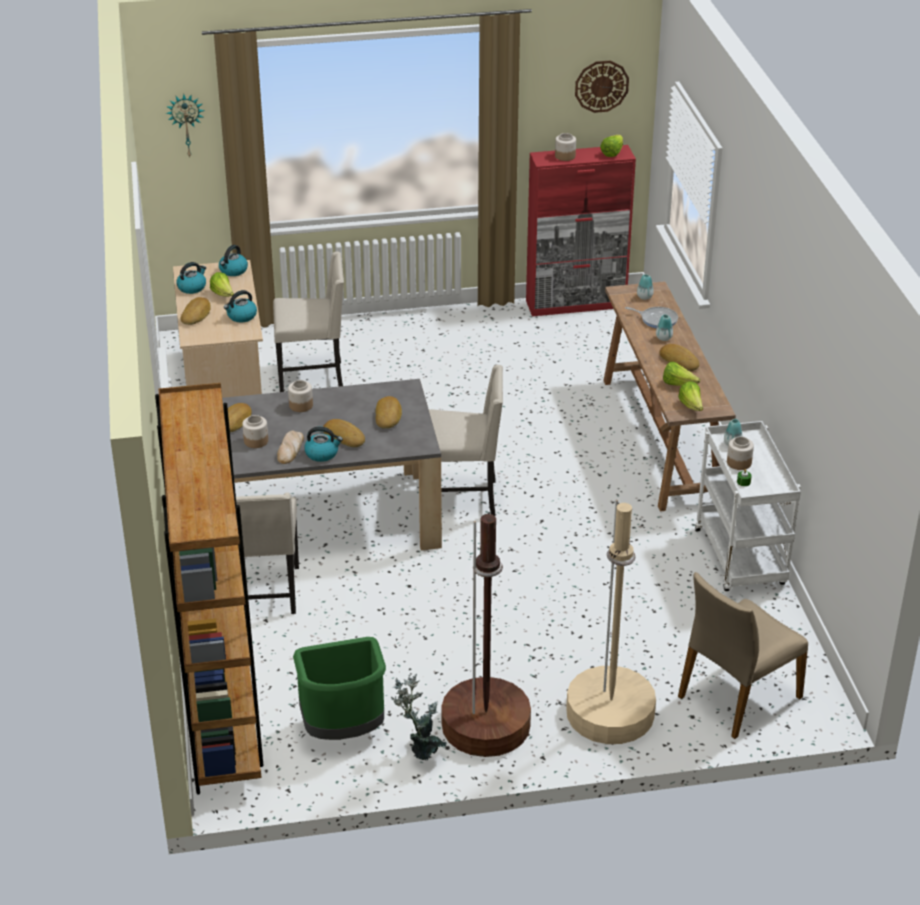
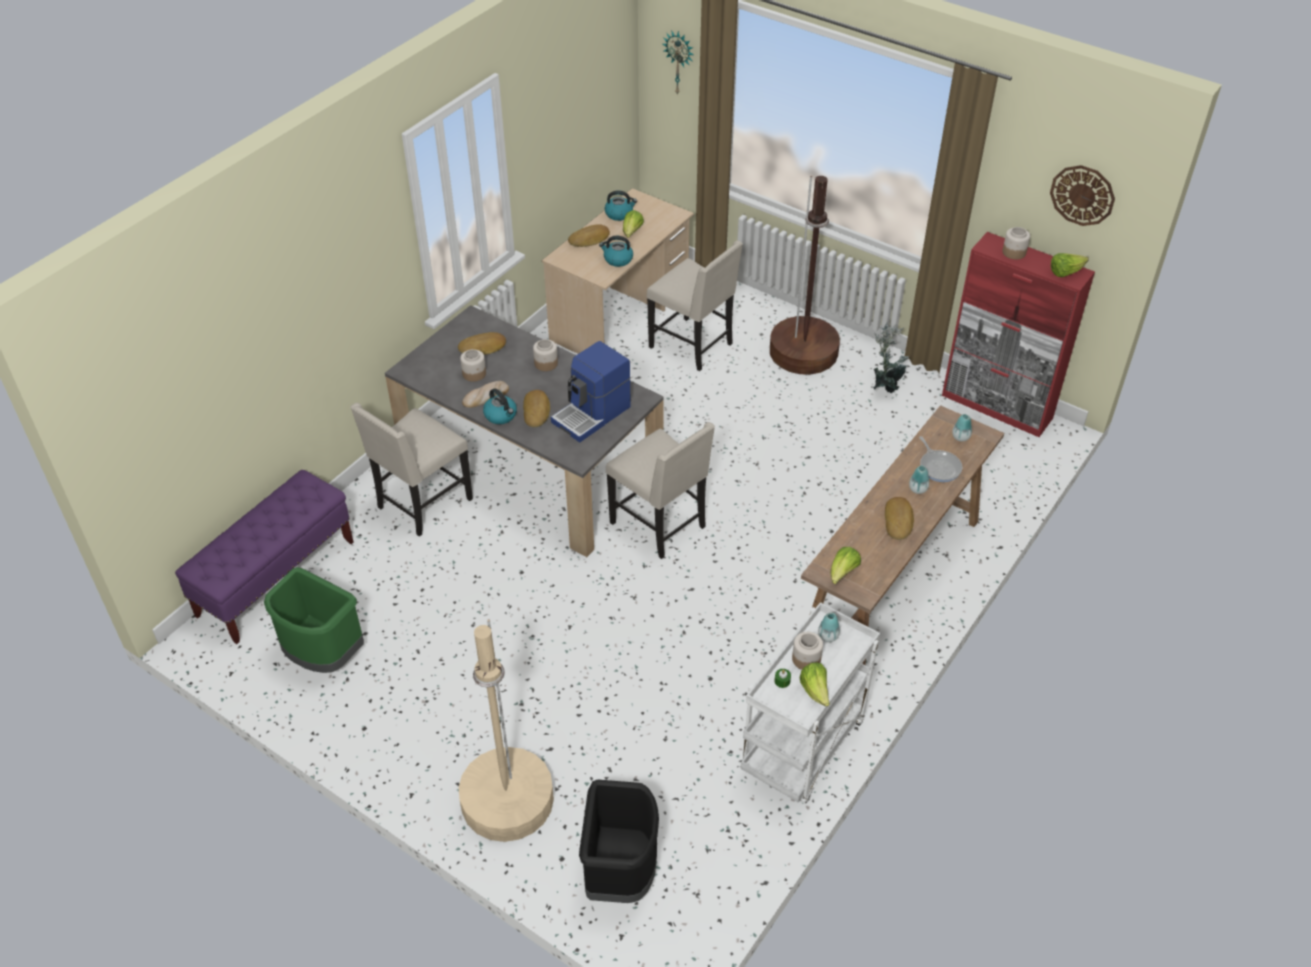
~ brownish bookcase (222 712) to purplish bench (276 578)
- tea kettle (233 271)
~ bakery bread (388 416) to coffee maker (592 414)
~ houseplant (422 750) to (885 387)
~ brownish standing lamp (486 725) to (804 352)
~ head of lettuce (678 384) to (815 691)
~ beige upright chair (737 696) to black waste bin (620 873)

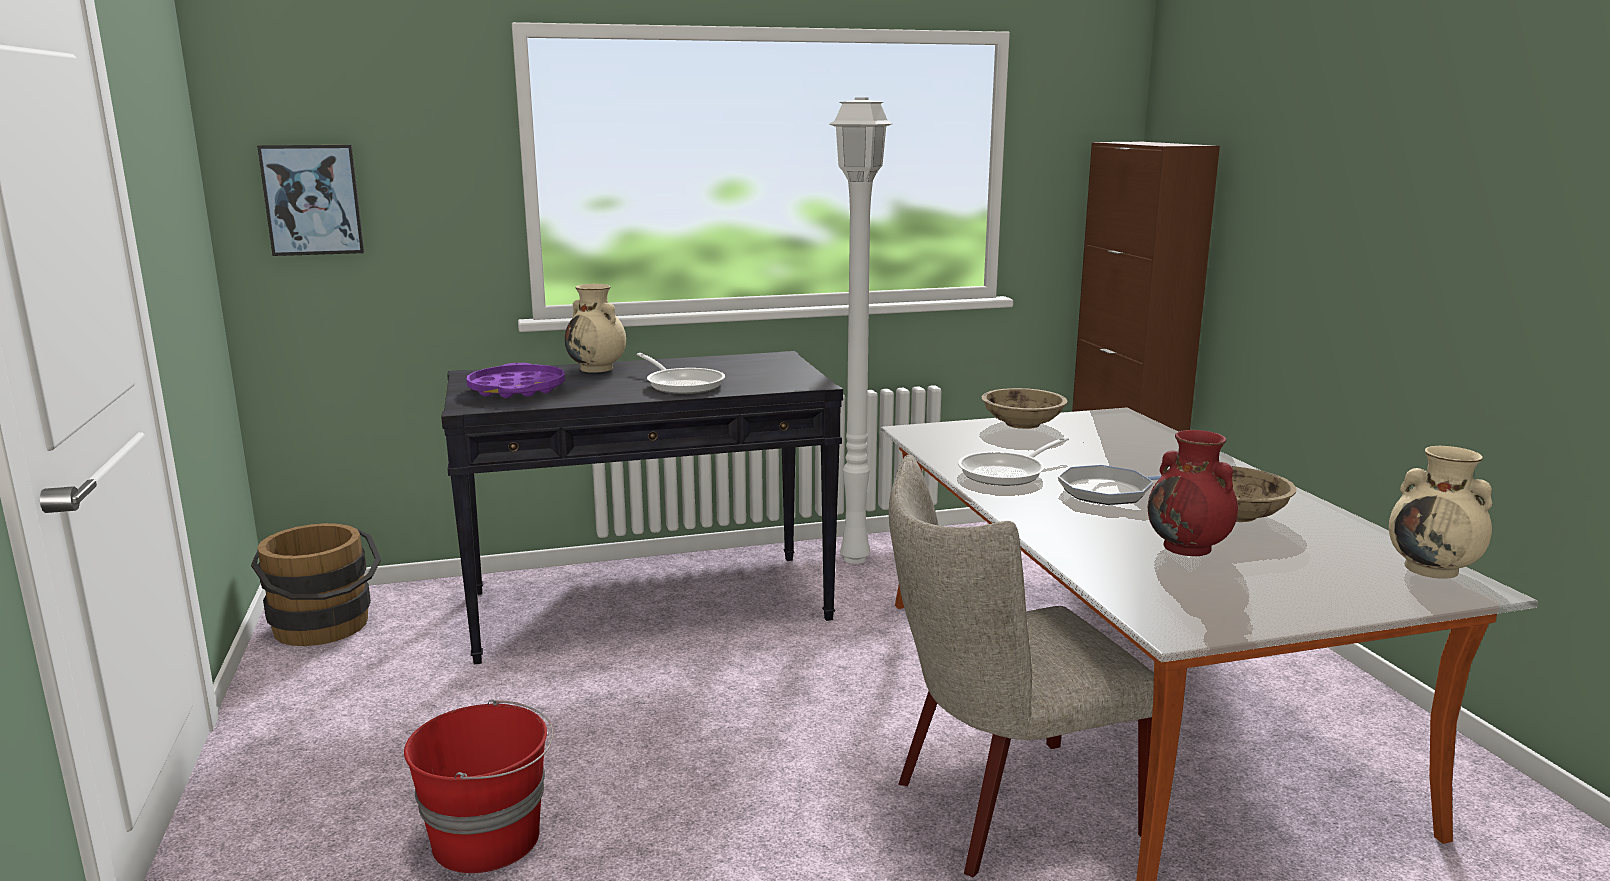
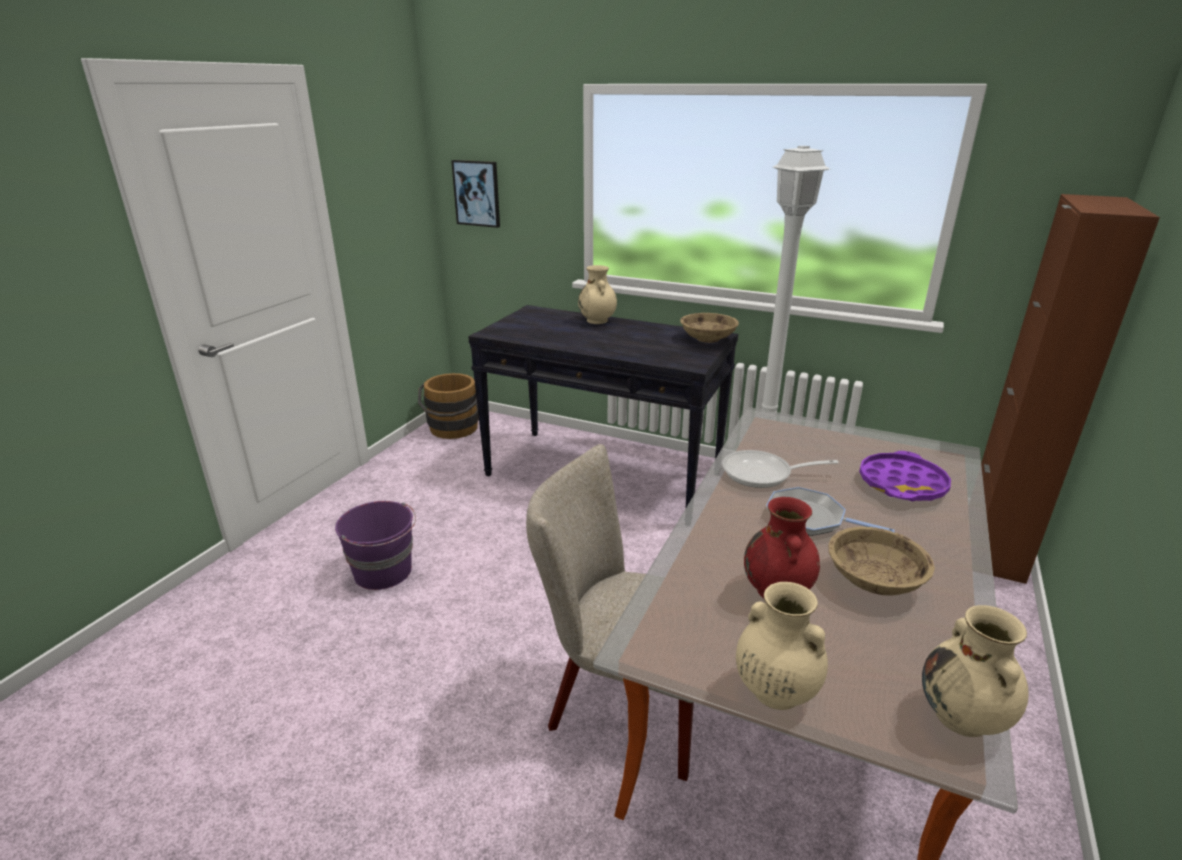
~ red pail (489 838) to purplish pail (384 572)
~ purplish tray (517 389) to (902 484)
- skillet (682 384)
~ beige deep dish (1022 424) to (707 338)
+ beige flower vase (774 690)

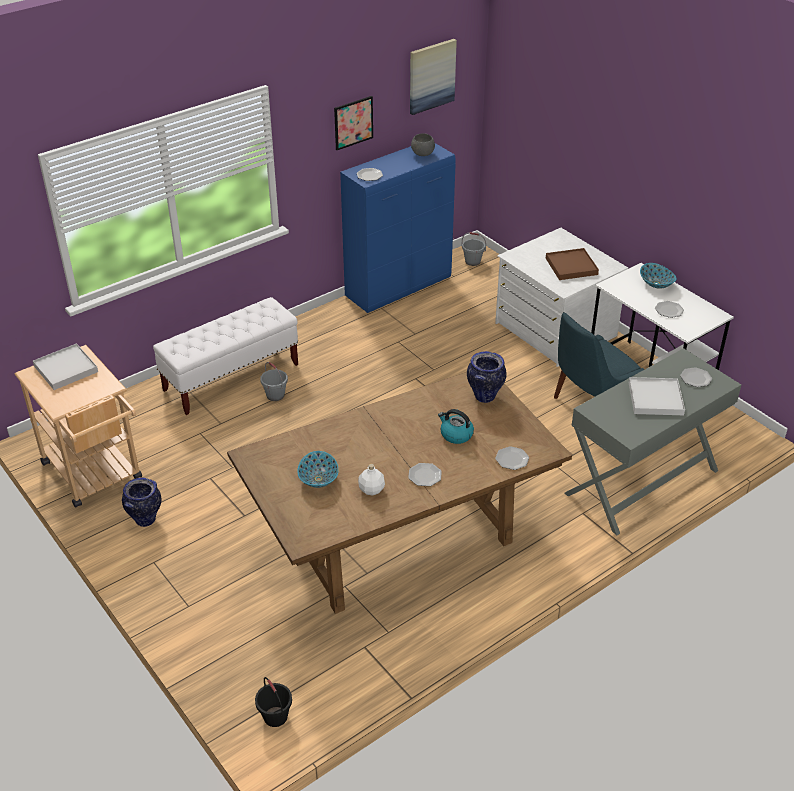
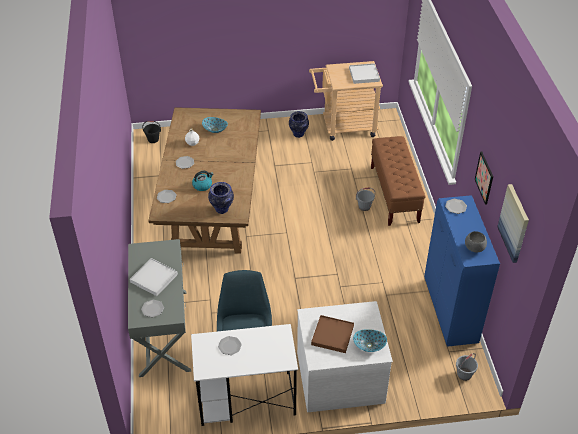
~ white bench (231 377) to brownish bench (394 195)
~ deep dish (656 284) to (369 345)

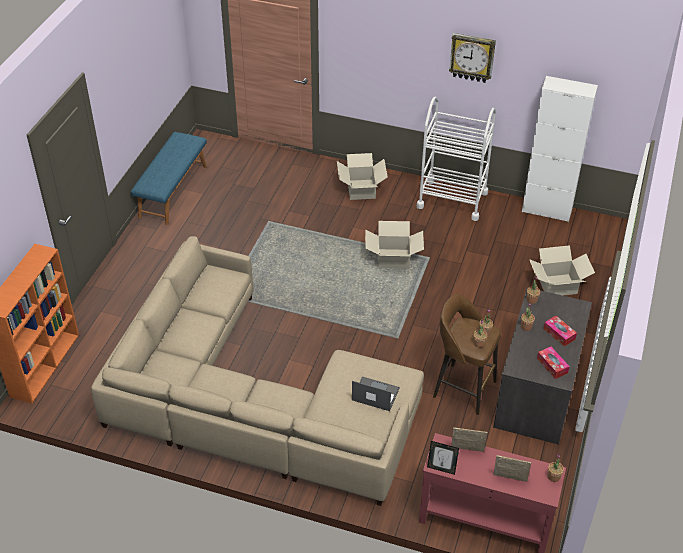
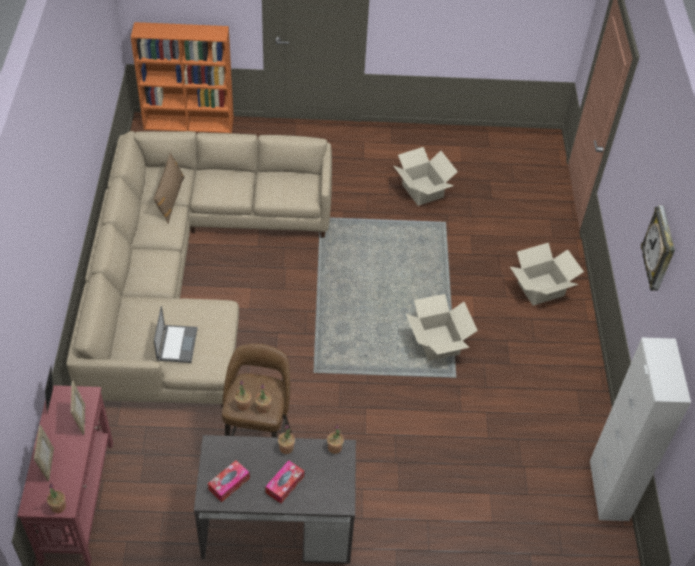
- bluish bench (172 191)
- white wheeled cart (452 200)
~ packing box (558 286) to (422 191)
+ brownish pillow (170 199)

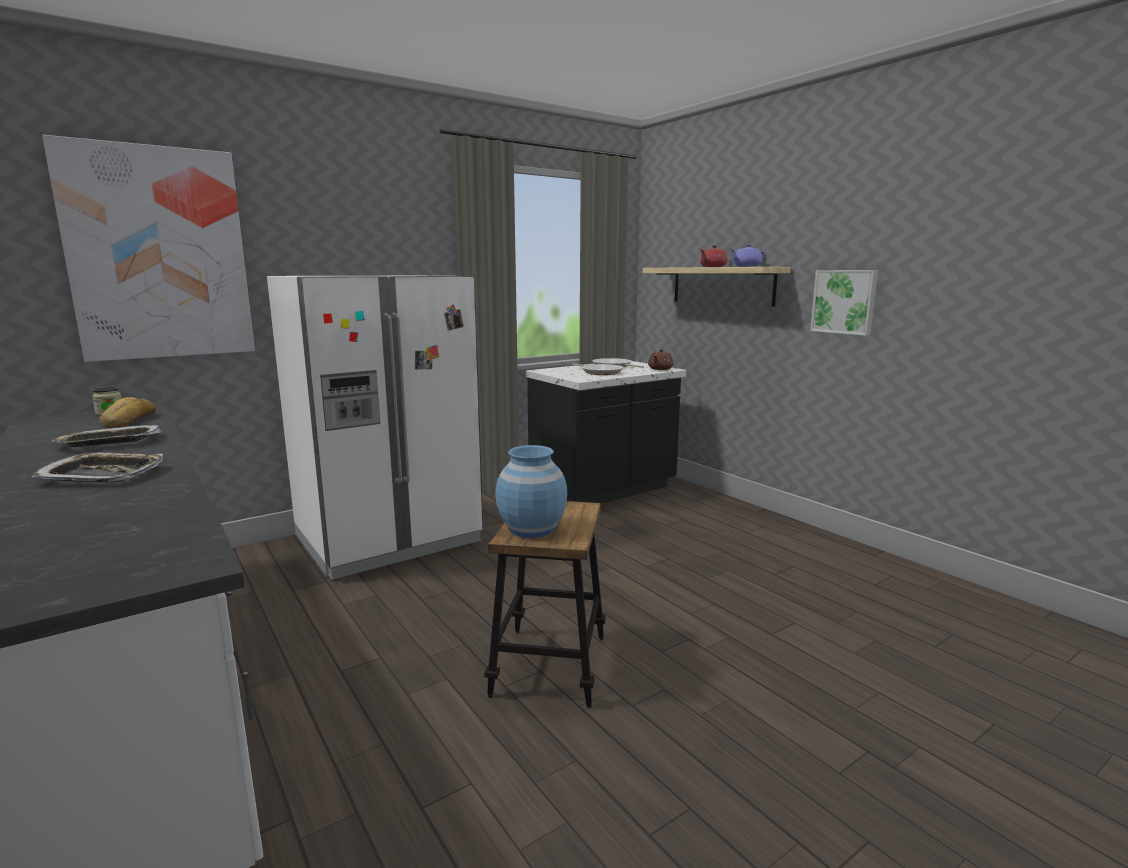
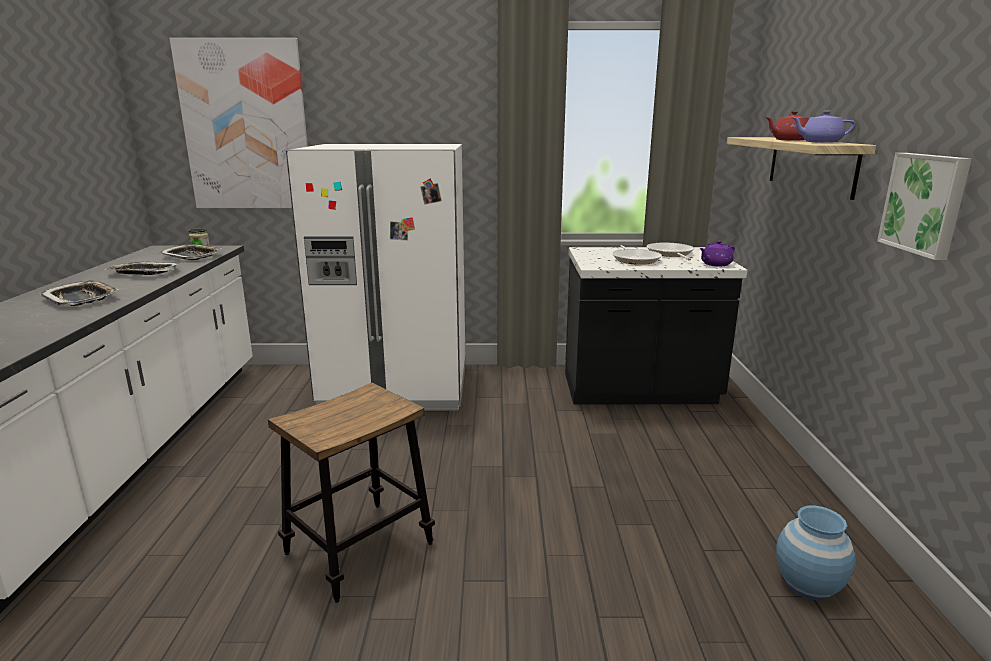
~ bakery bread (127 421) to tray (192 256)
~ bluish flower vase (531 528) to (807 584)
~ brownish pot for tea (660 369) to purplish pot for tea (715 264)

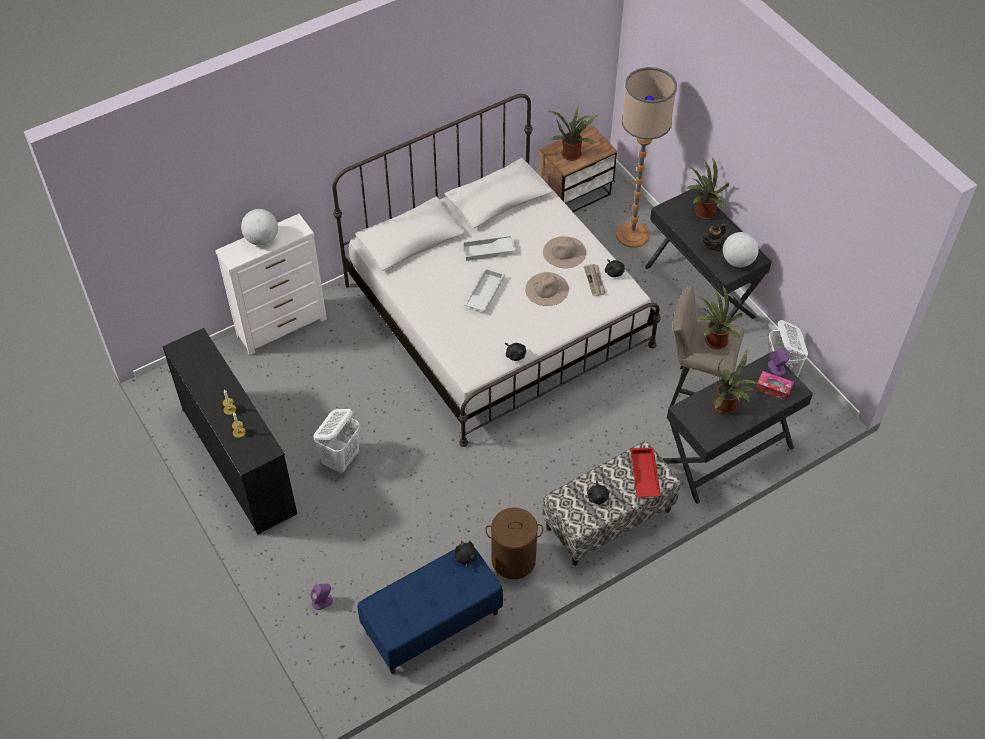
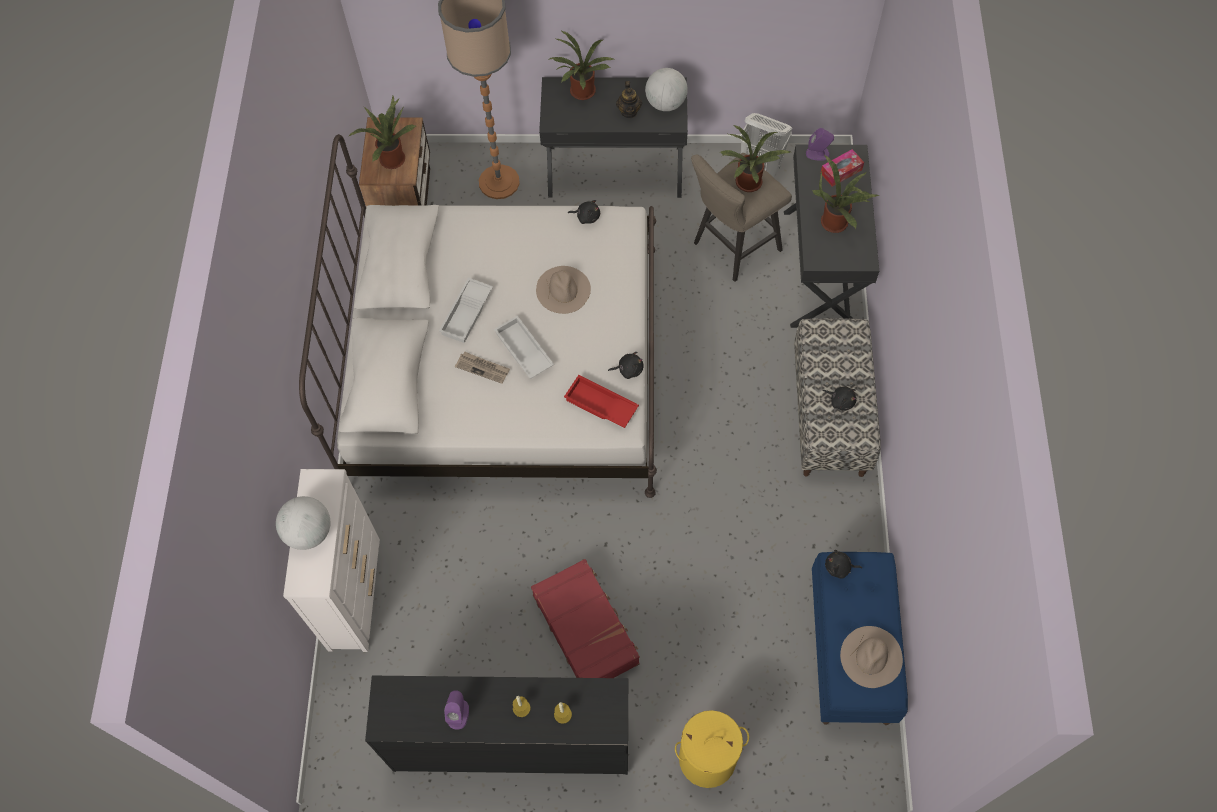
~ purplish speaker (322 601) to (458 713)
~ white washing basket (341 459) to red travel case (586 629)
- brownish washing basket (513 560)
~ beige clothing hat (564 252) to (871 657)
~ newspaper (595 281) to (483 368)
~ red tray (643 475) to (600 405)
+ yellow-coloured washing basket (706 759)

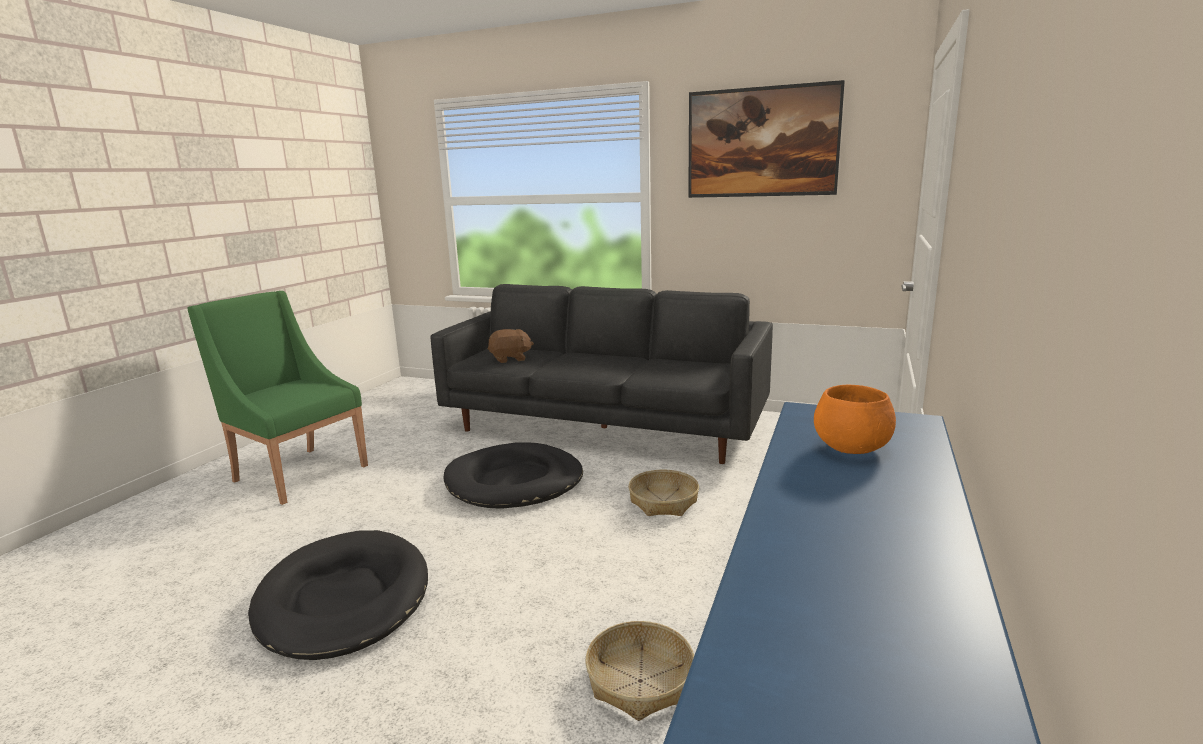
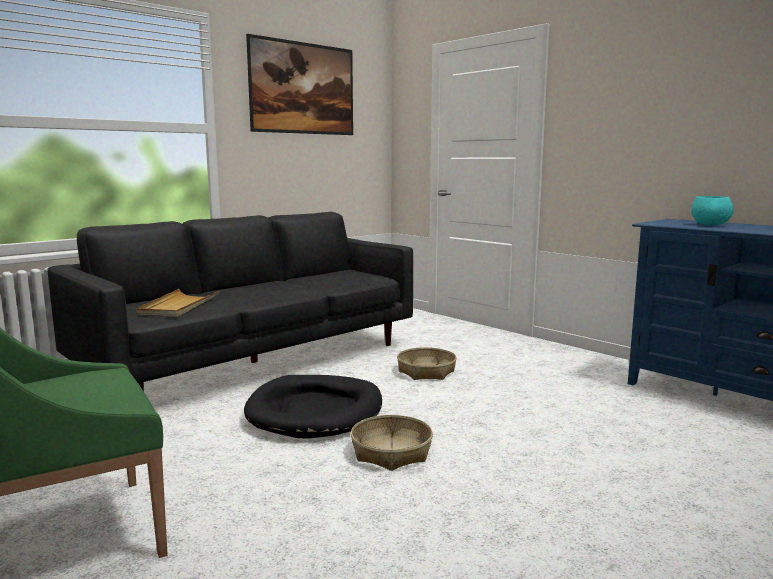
- black dog bed (344 599)
~ brownish soft toy (510 359) to beige tray (179 306)
~ household basket (640 681) to (392 452)
~ orange-coloured deep dish (852 448) to turquoise-coloured deep dish (710 225)

